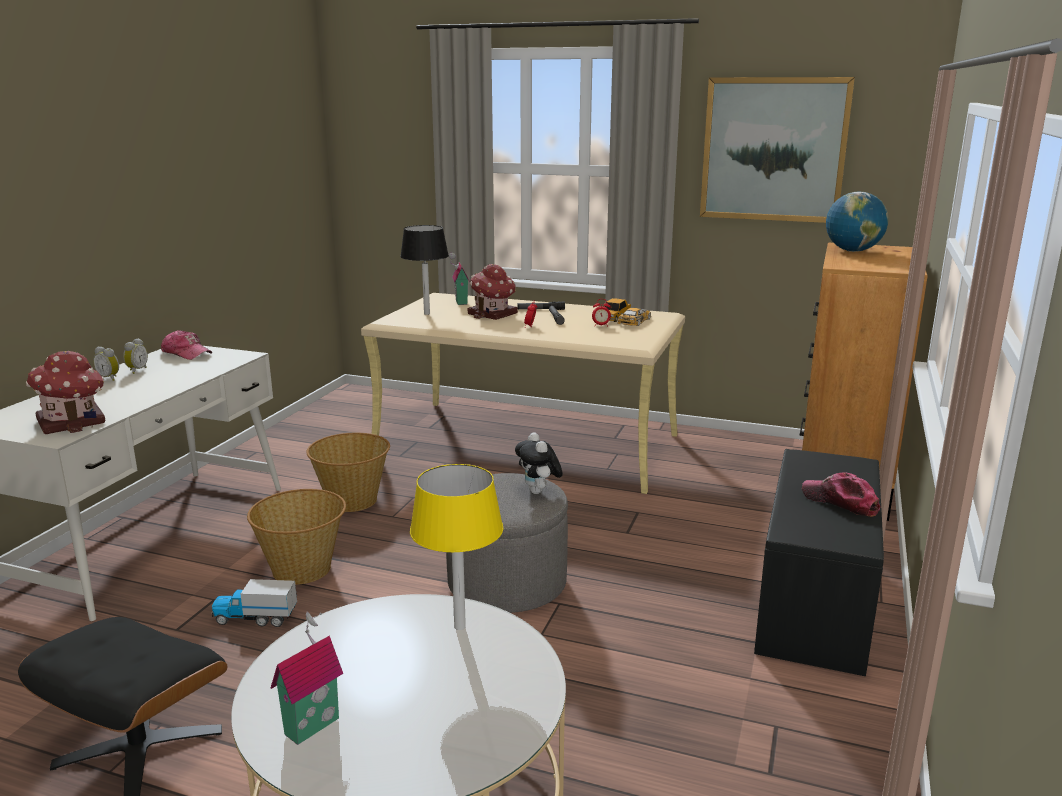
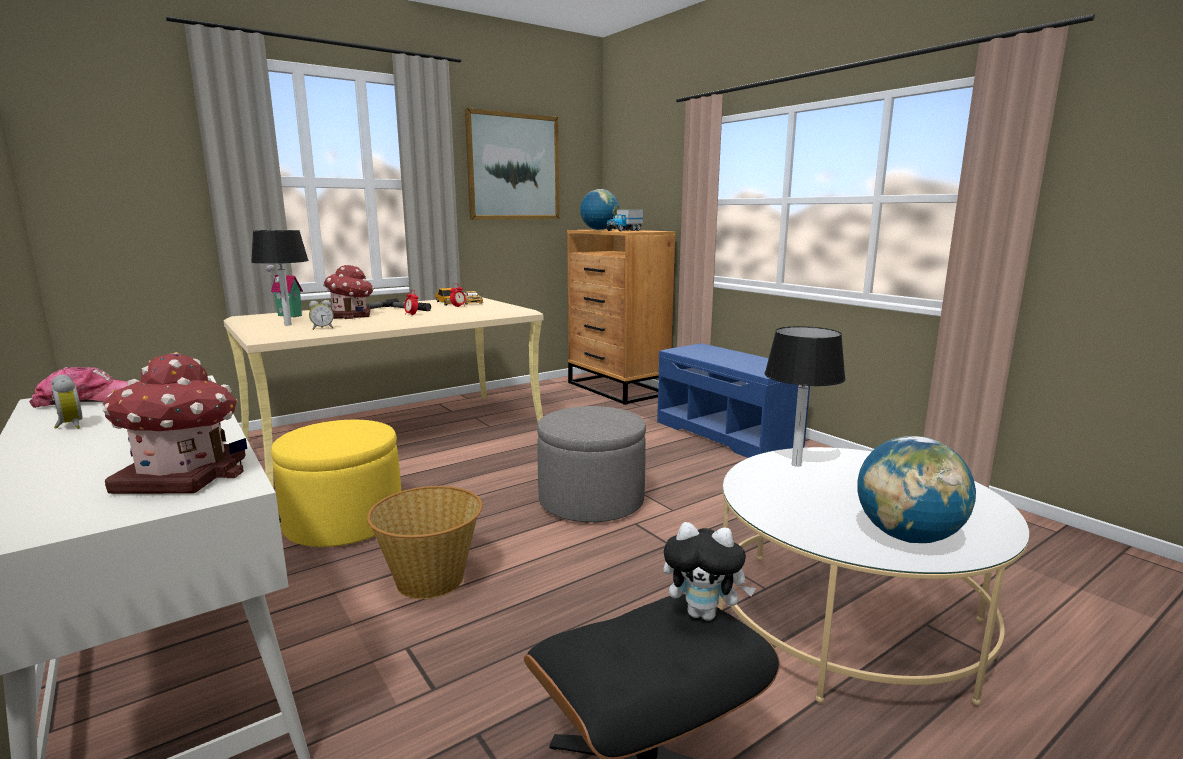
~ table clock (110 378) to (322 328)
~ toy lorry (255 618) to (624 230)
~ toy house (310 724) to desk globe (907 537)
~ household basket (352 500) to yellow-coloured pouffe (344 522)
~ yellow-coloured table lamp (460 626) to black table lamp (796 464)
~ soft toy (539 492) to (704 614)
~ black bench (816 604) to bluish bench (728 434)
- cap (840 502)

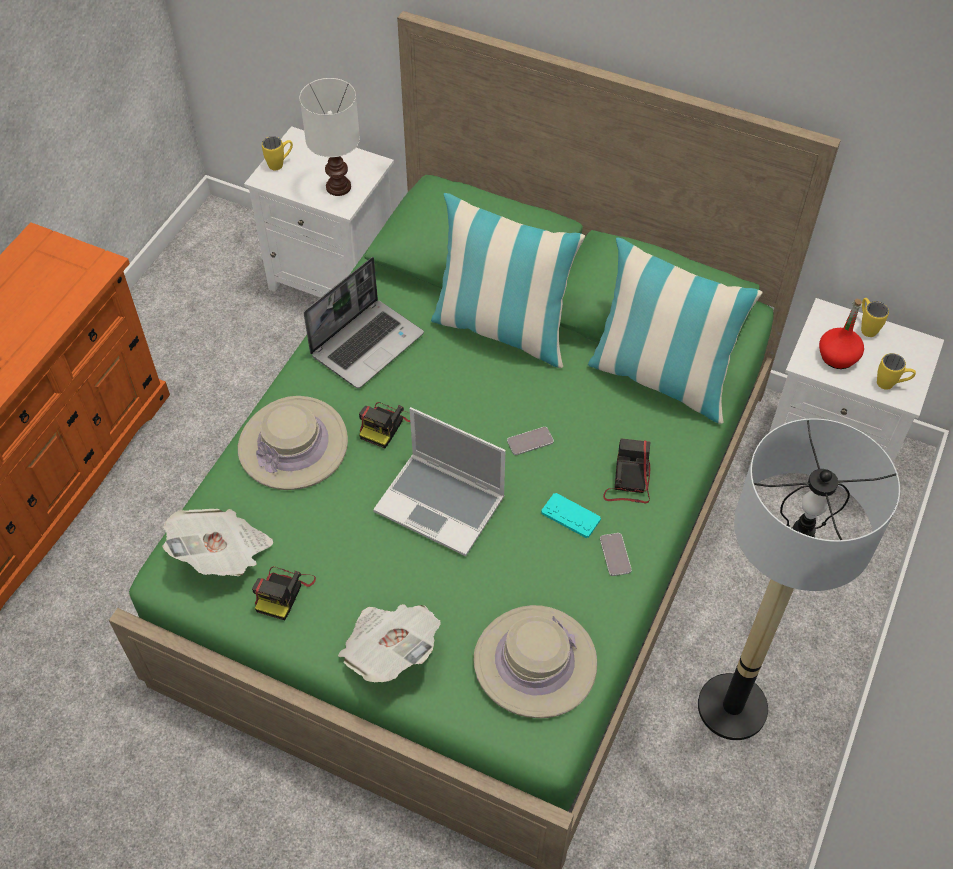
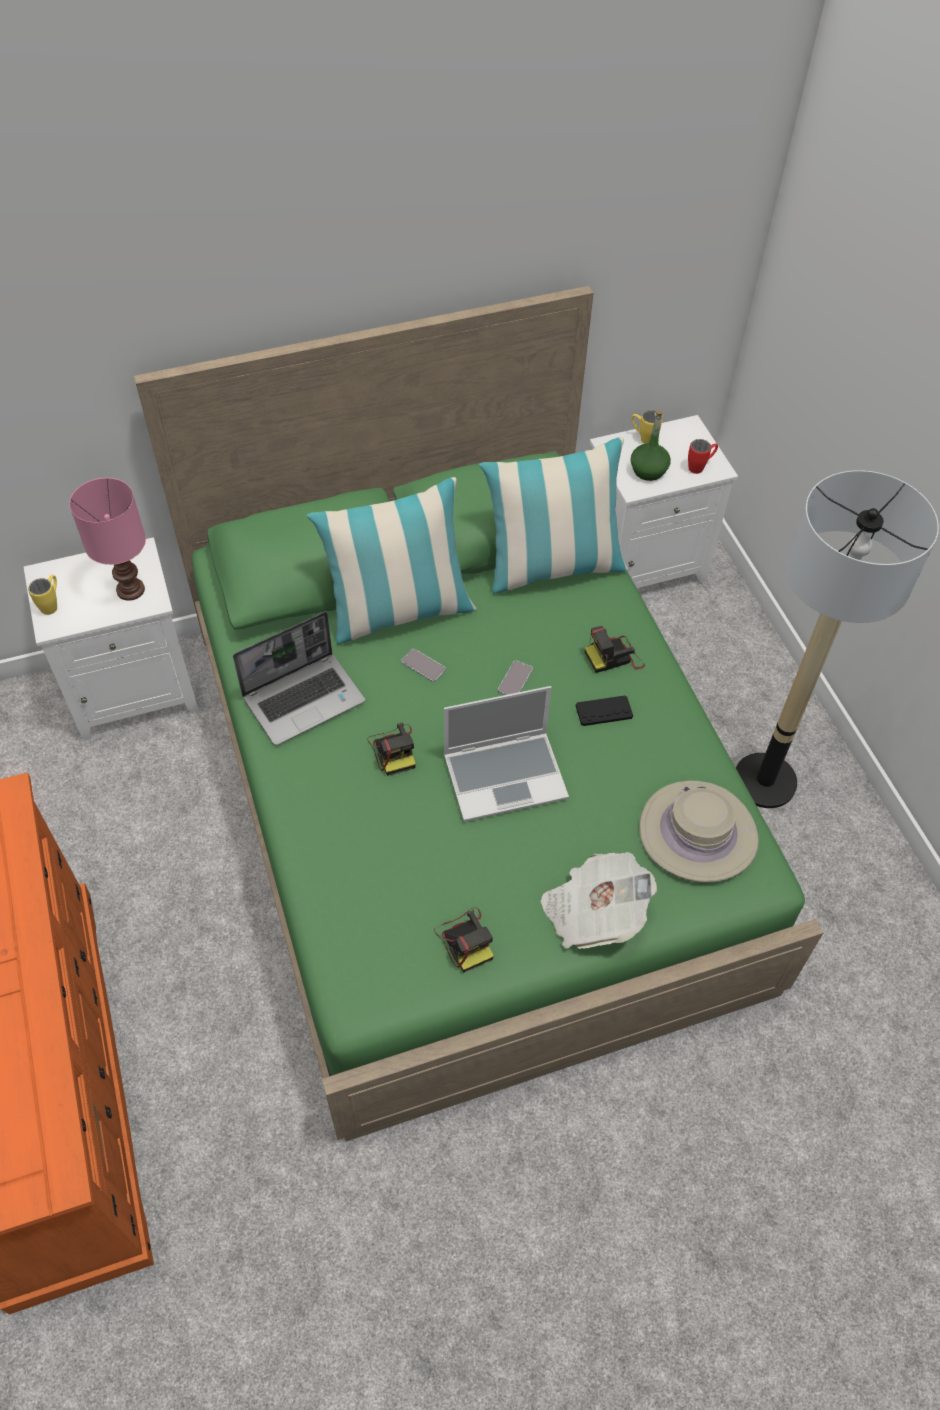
- newspaper (223 554)
- beige clothing hat (293 445)
~ white table lamp (337 187) to pink table lamp (130 591)
~ portable computer (367 344) = (304 698) 60 degrees clockwise
~ turquoise-coloured game controller (570 516) to black game controller (604 711)
~ phone (615 555) to (423 666)
~ still camera (628 482) = (614 657) 75 degrees counterclockwise
~ red beverage bottle (838 356) to green beverage bottle (648 470)
~ yellow-coloured coffee mug (890 384) to red coffee mug (700 467)

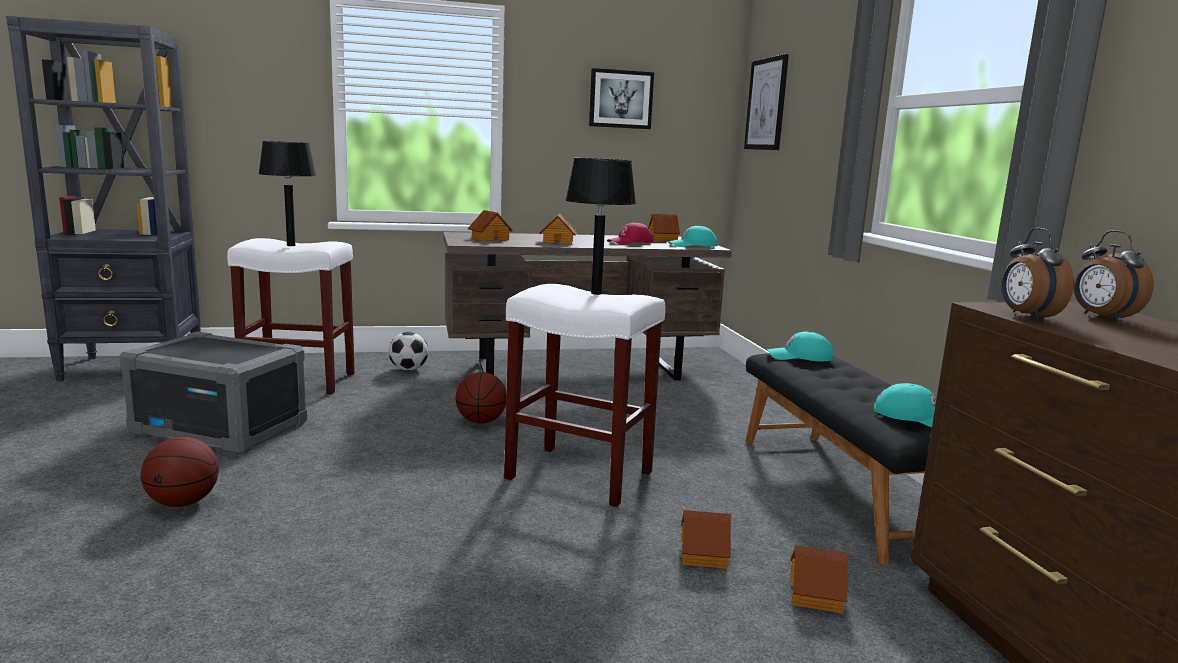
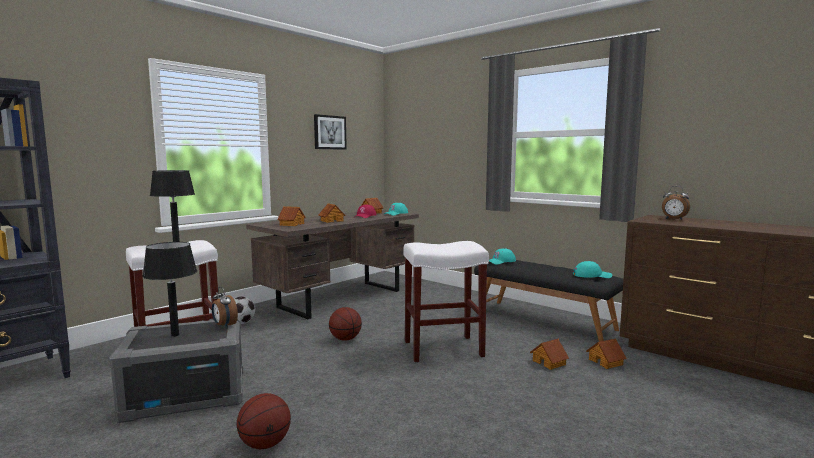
~ black table lamp (597 293) to (175 335)
- wall picture (766 104)
~ table clock (1027 316) to (224 325)

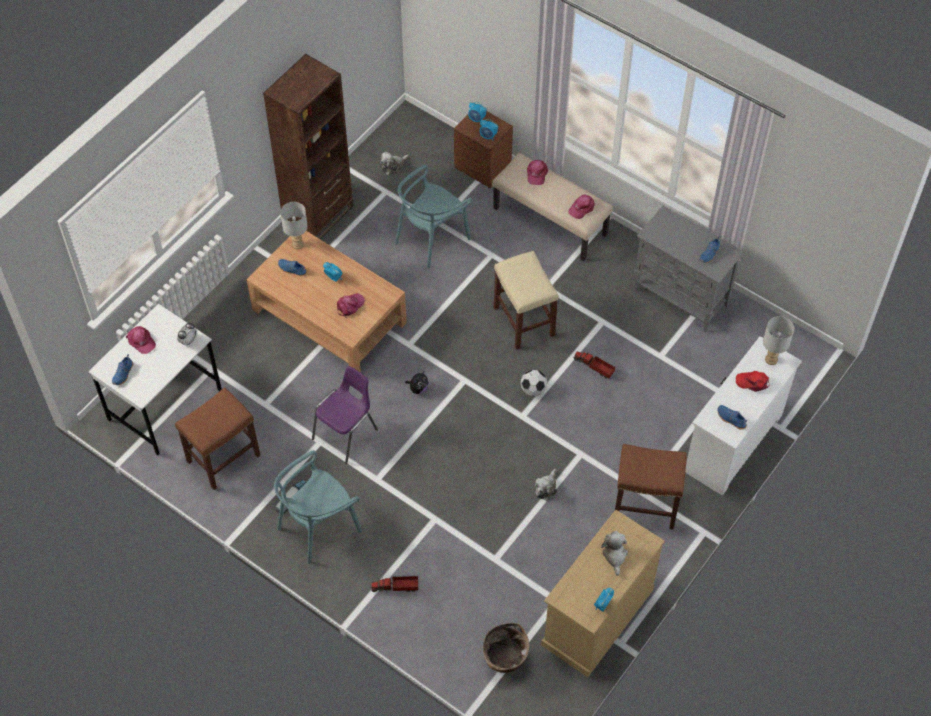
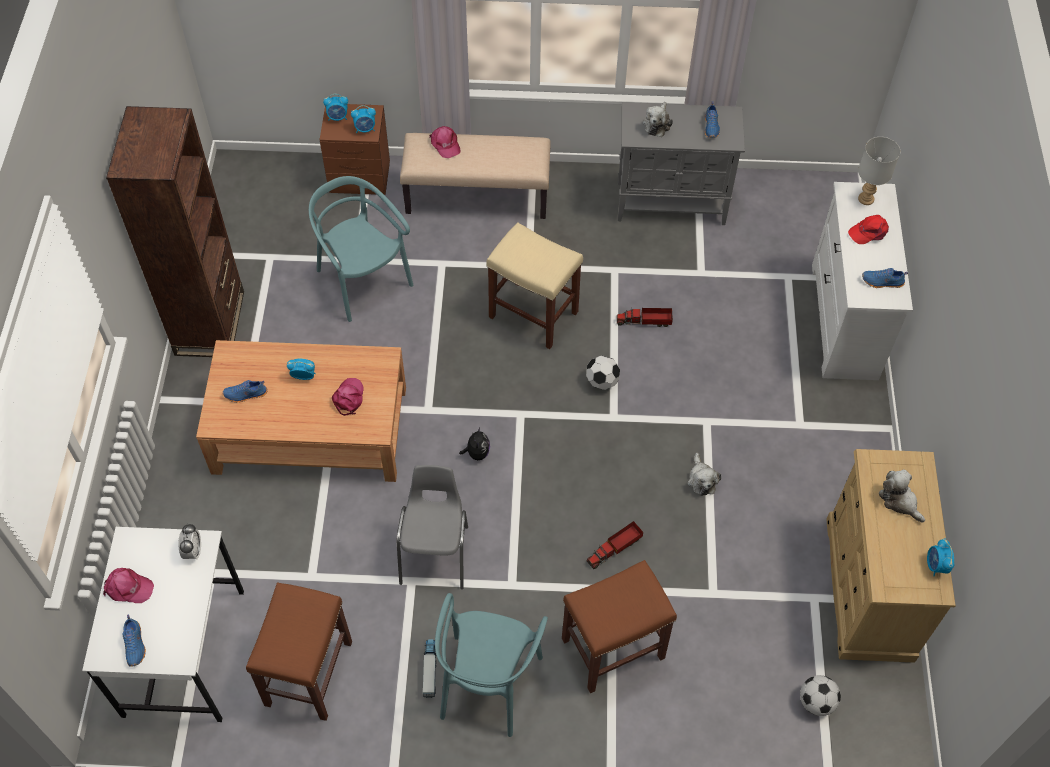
- greyish table lamp (297 244)
~ purplish upright chair (347 434) to greyish upright chair (436 553)
~ toy lorry (396 587) to (615 548)
~ soft toy (393 166) to (657 124)
~ turquoise-coloured upright chair (431 239) = (362 281) 135 degrees clockwise
~ household basket (505 660) to football (816 702)
- pink cap (582 208)
~ brownish stool seat (644 505) to (612 649)

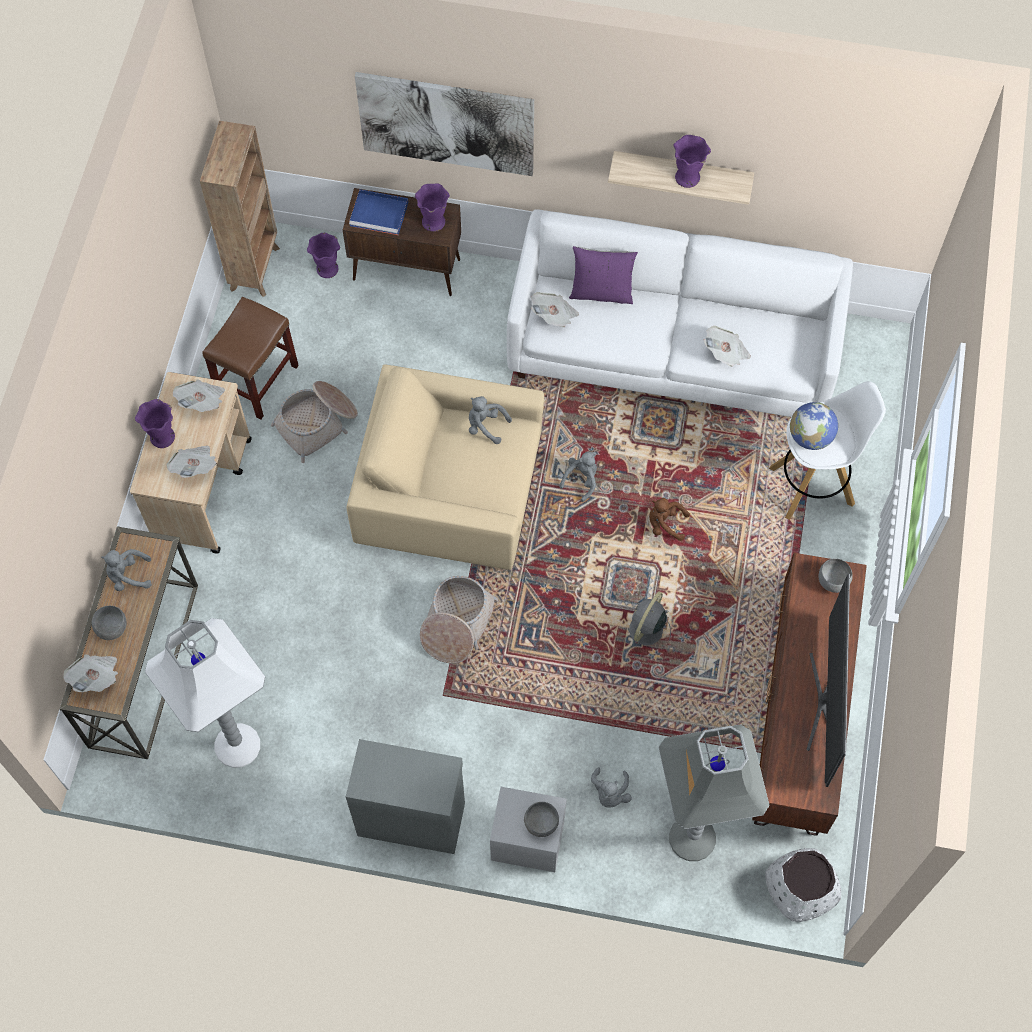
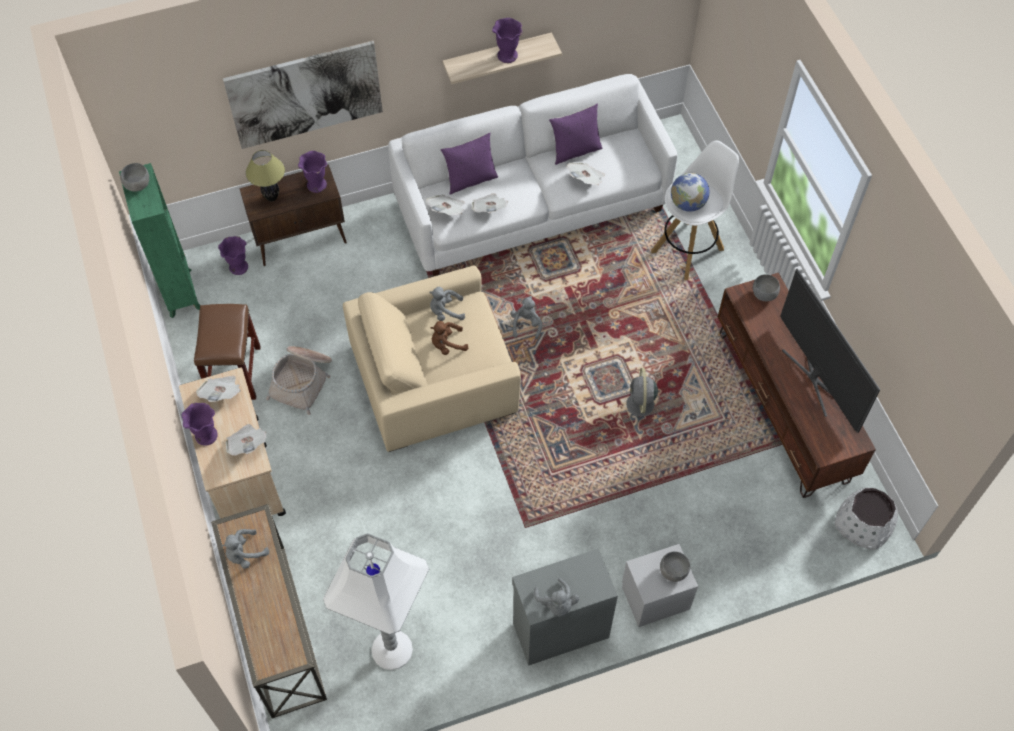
~ newspaper (96 677) to (489 209)
~ greyish deep dish (112 628) to (138 184)
~ brownish bookcase (255 267) to green bookcase (180 292)
~ bluish tray (380 214) to table lamp (272 197)
- household basket (456 624)
~ greyish soft toy (610 793) to (556 603)
~ brownish soft toy (665 524) to (447 344)
- greyish standing lamp (691 839)
+ purplish pillow (575 150)

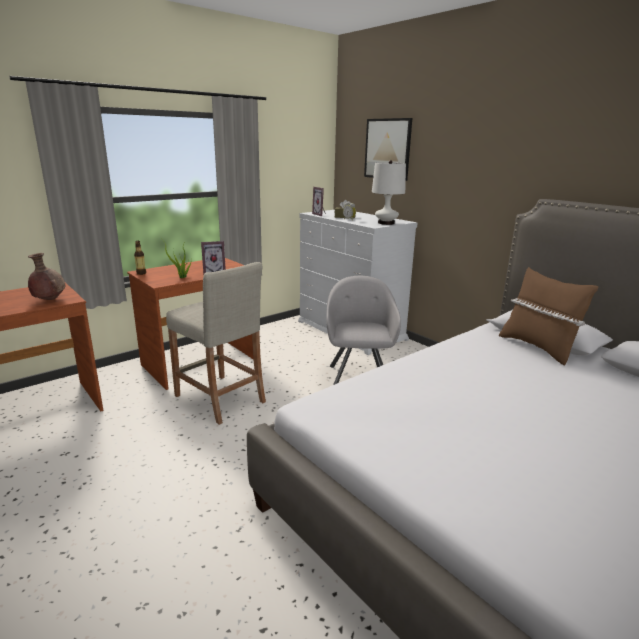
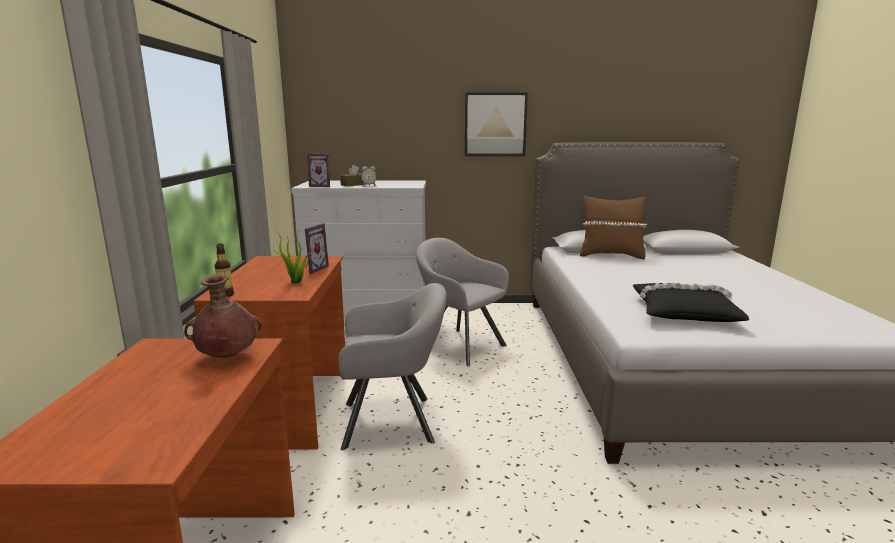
~ beige stool seat (220 398) to greyish lounge chair (393 421)
~ wall picture (387 149) to (495 124)
- white table lamp (386 223)
+ black pillow (683 312)

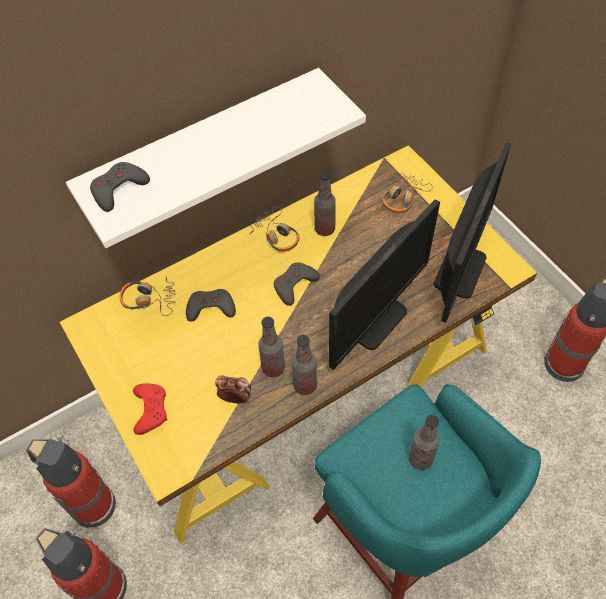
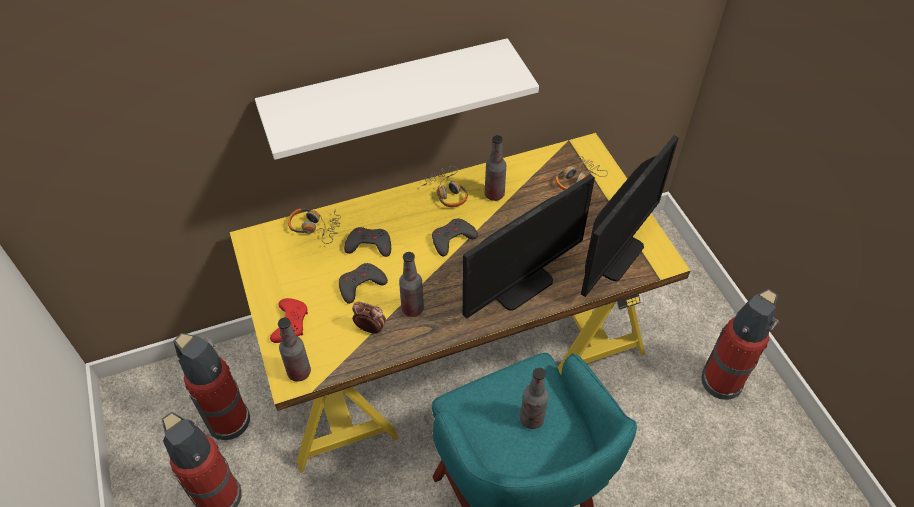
~ greyish game controller (118 189) to (361 285)
~ beverage bottle (305 385) to (299 372)

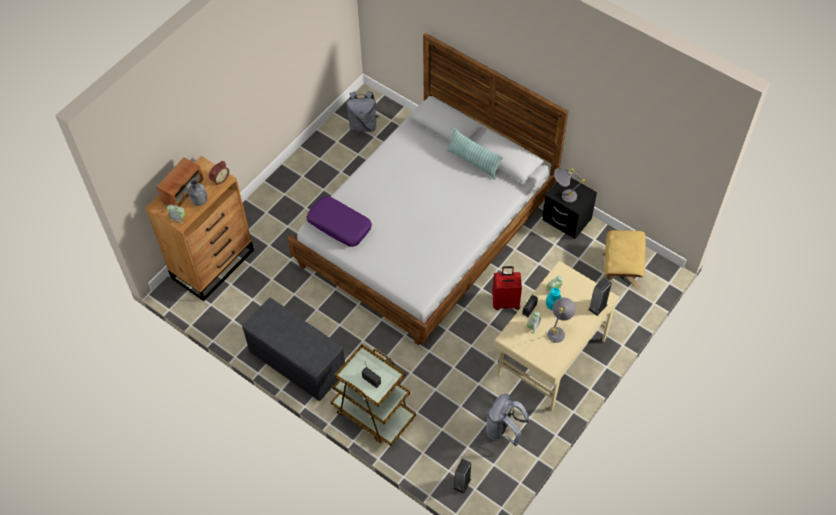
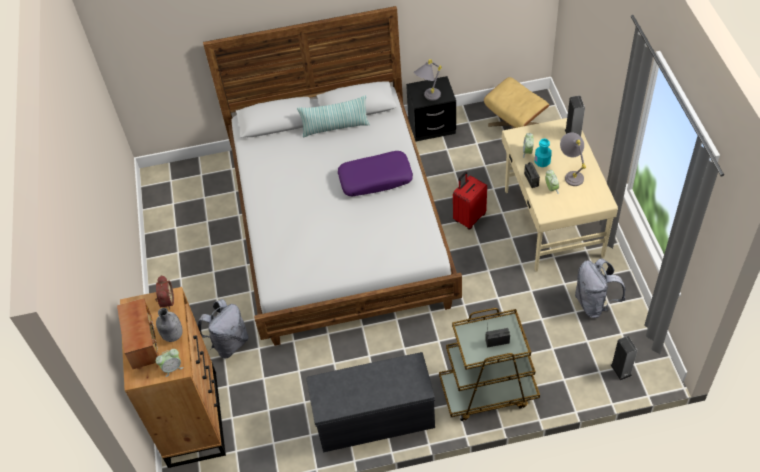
~ purplish pillow (340 225) to (375 179)
~ greyish backpack (363 125) to (229 343)

